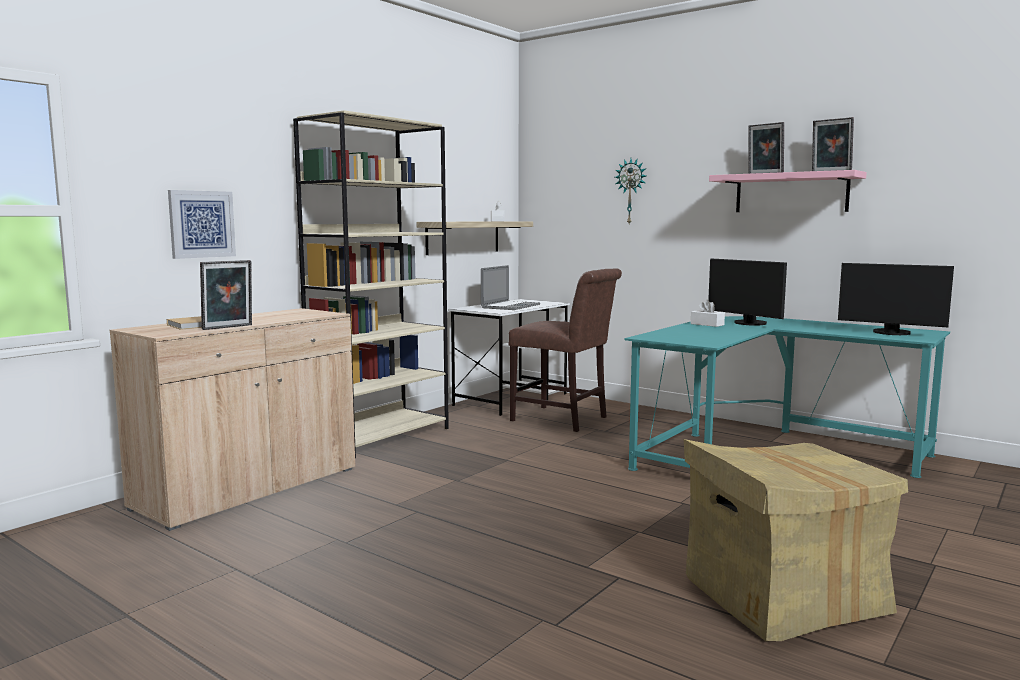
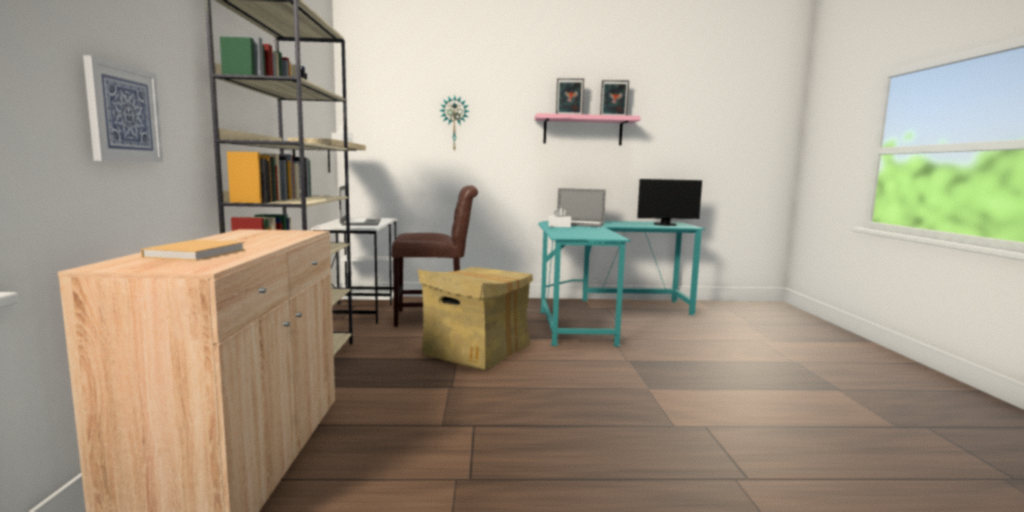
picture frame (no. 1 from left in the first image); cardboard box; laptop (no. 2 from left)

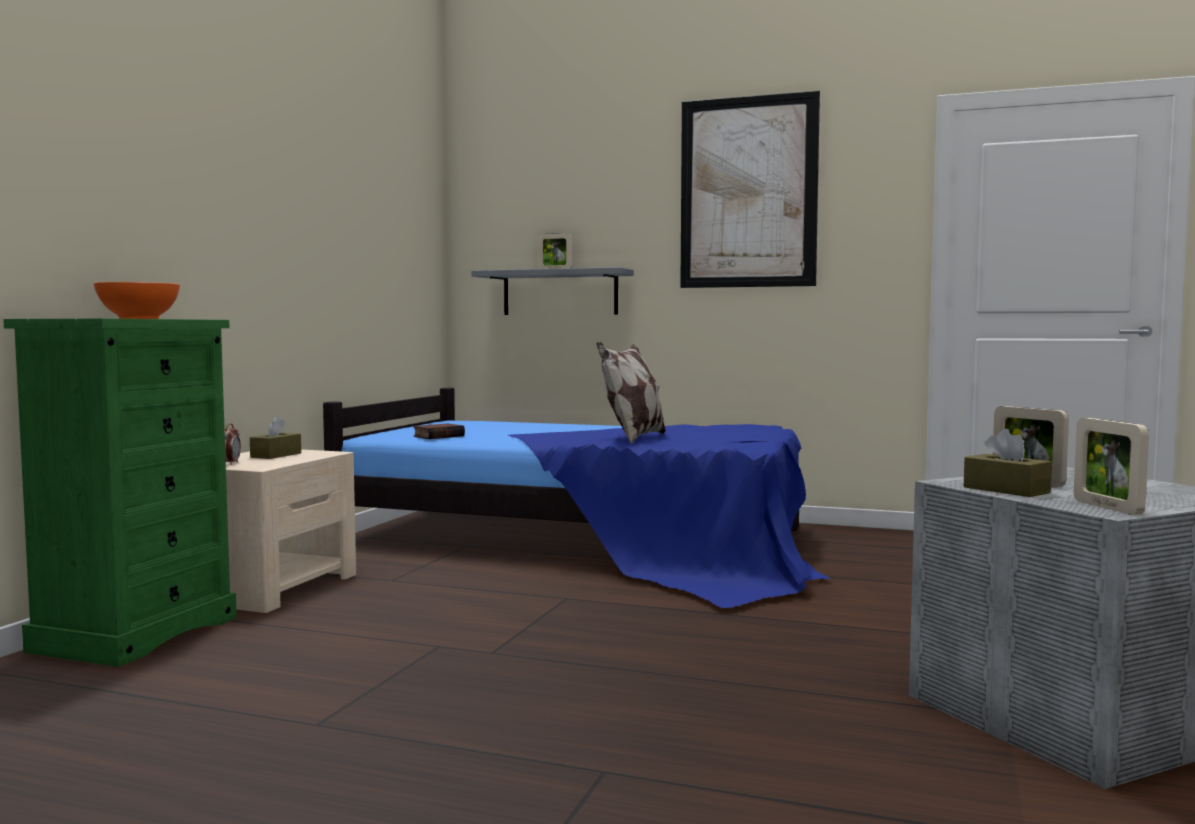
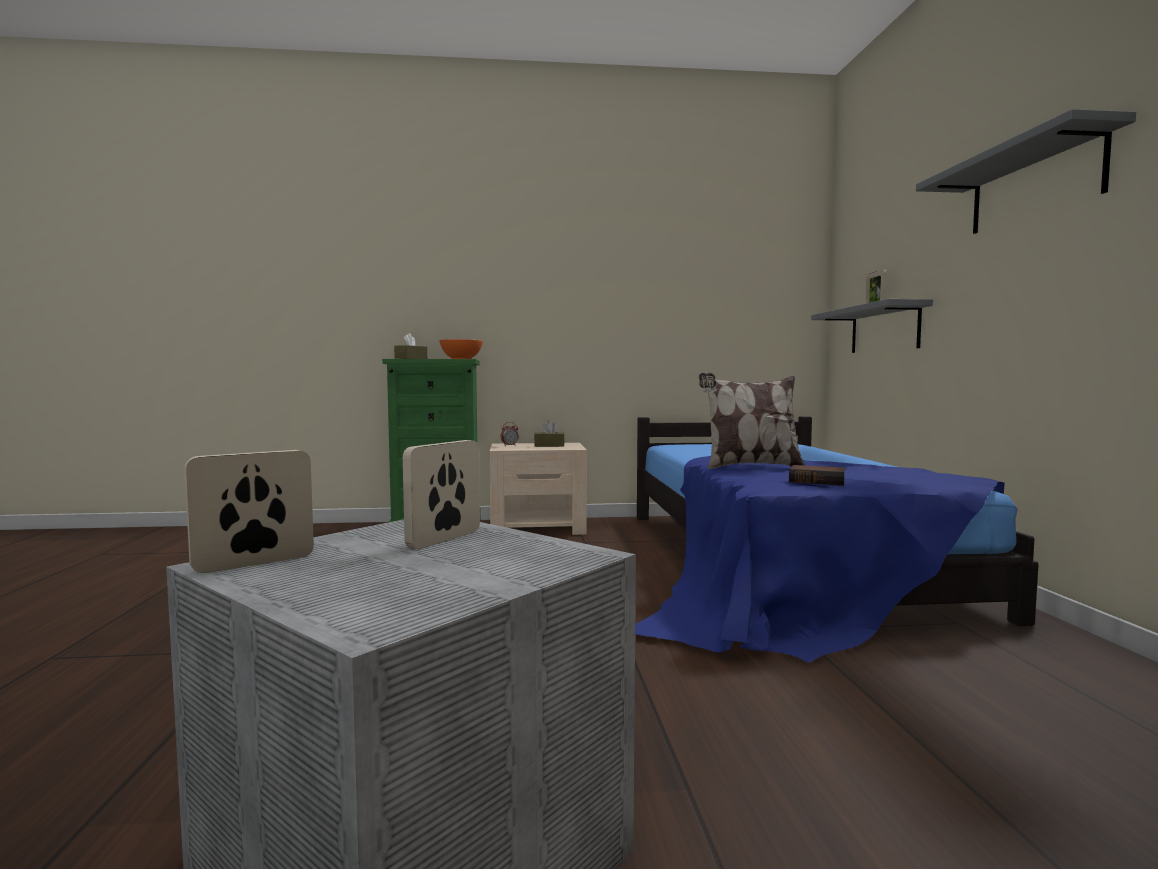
book; shelf (grey) (no. 2 from left); tissue box (brown) (no. 1 from left)

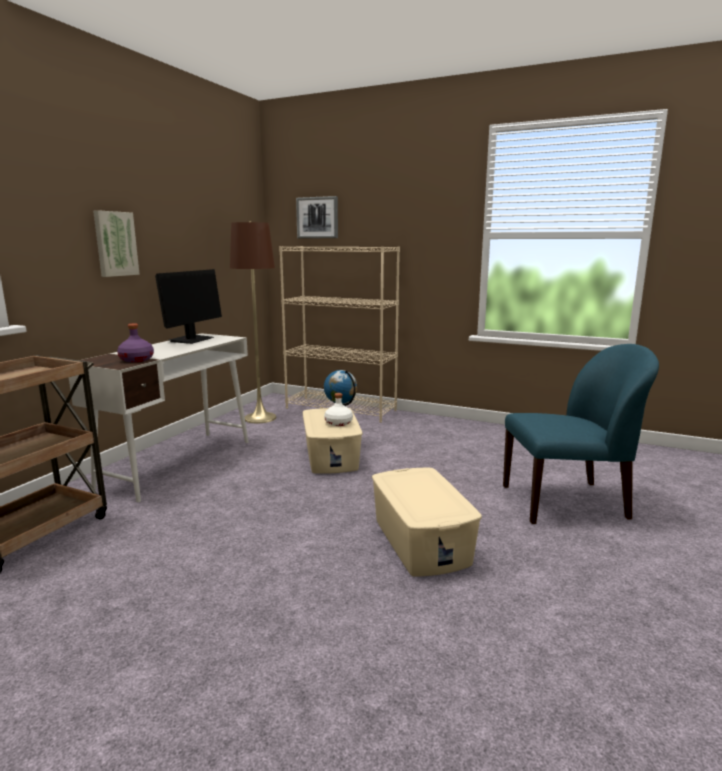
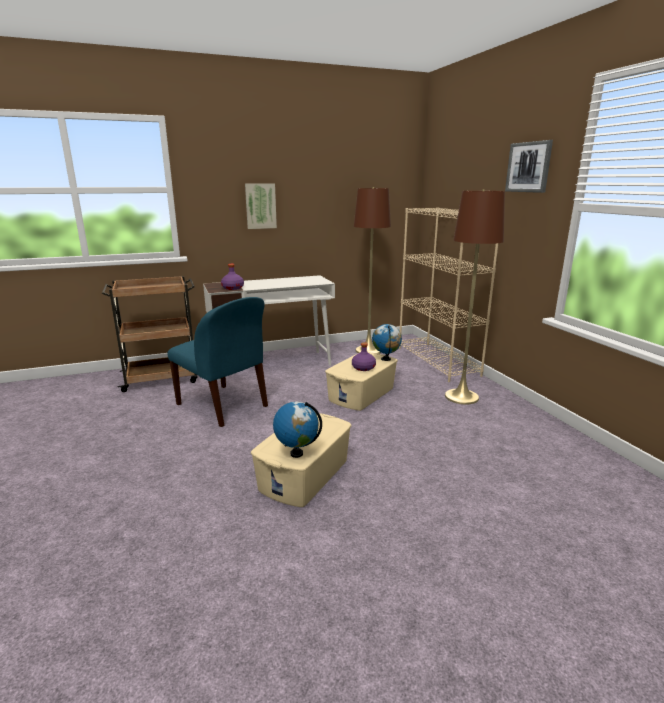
monitor; picture (no. 2 from left); bottle (purple) (no. 2 from left); chair (blue); globe (no. 1 from left); floor lamp (brown) (no. 2 from left)

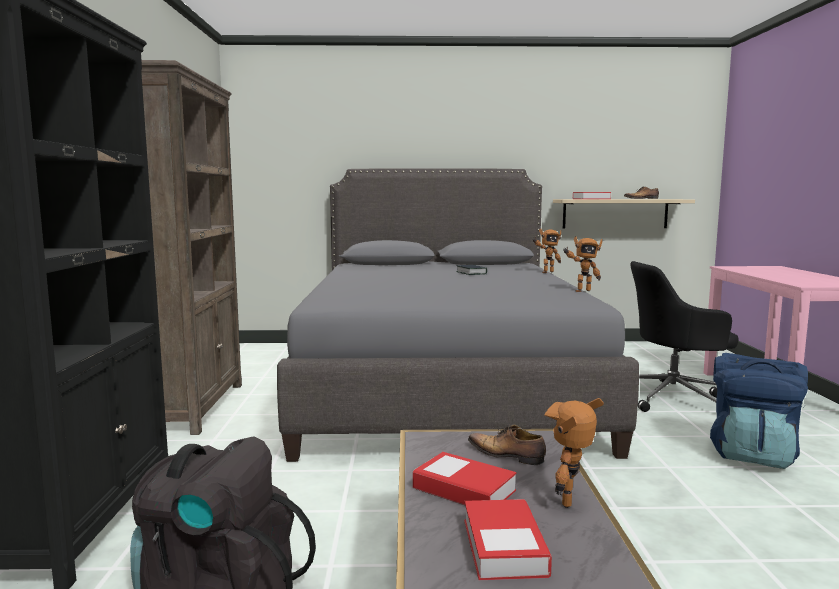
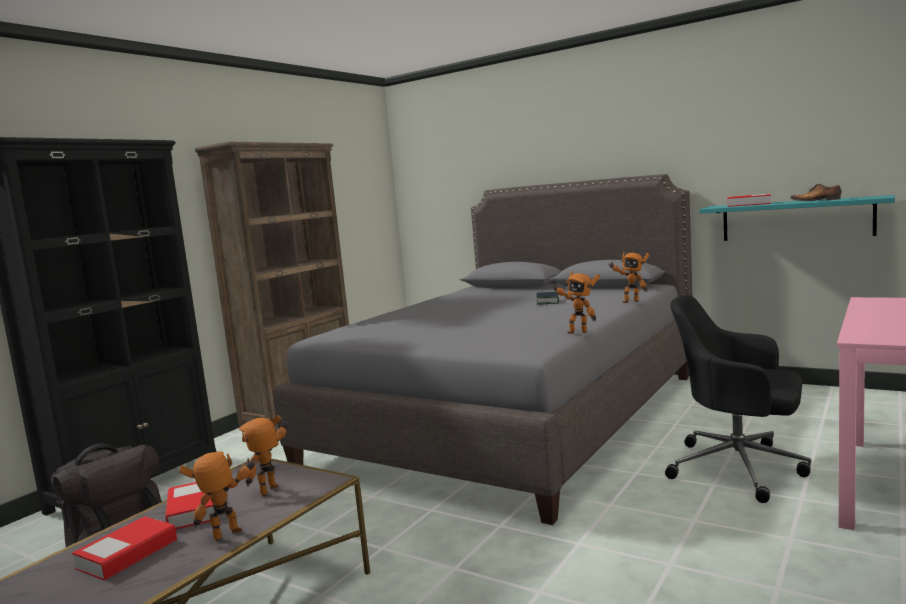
toy robot (no. 2 from left); shelf (turquoise); backpack (blue)

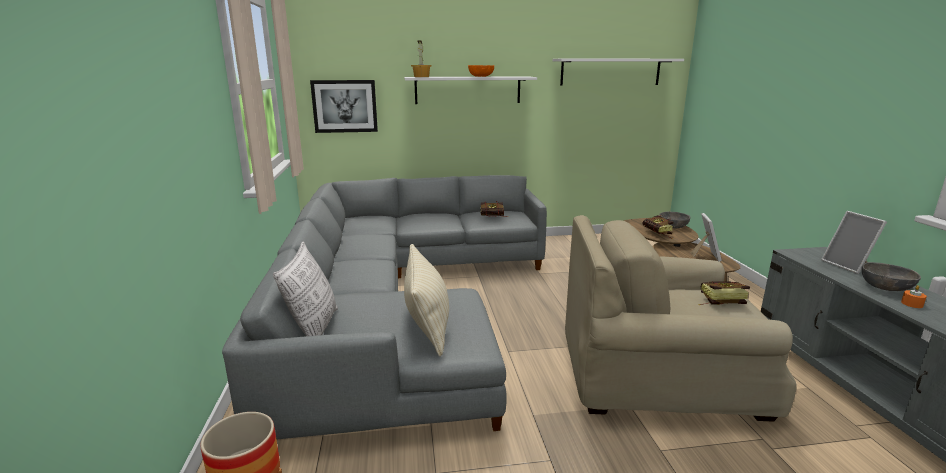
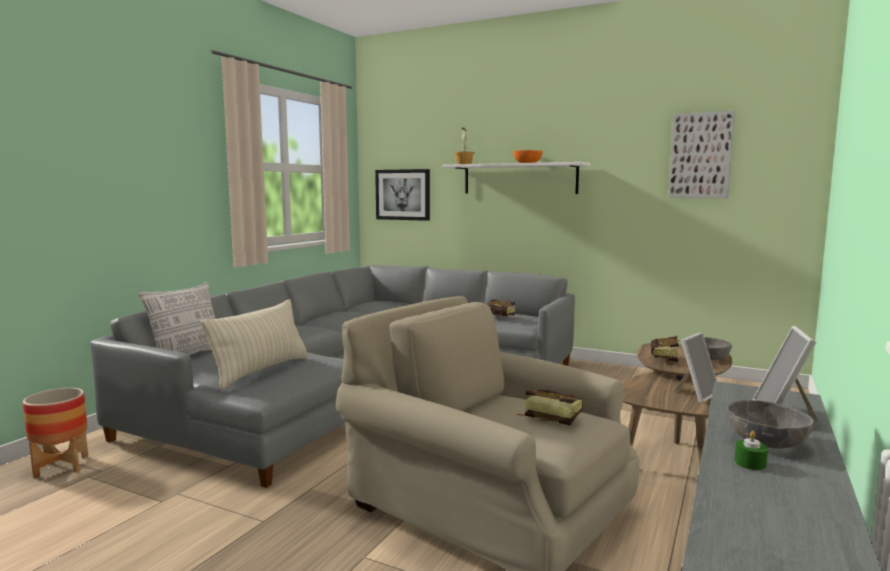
picture (no. 2 from left); candle (green)

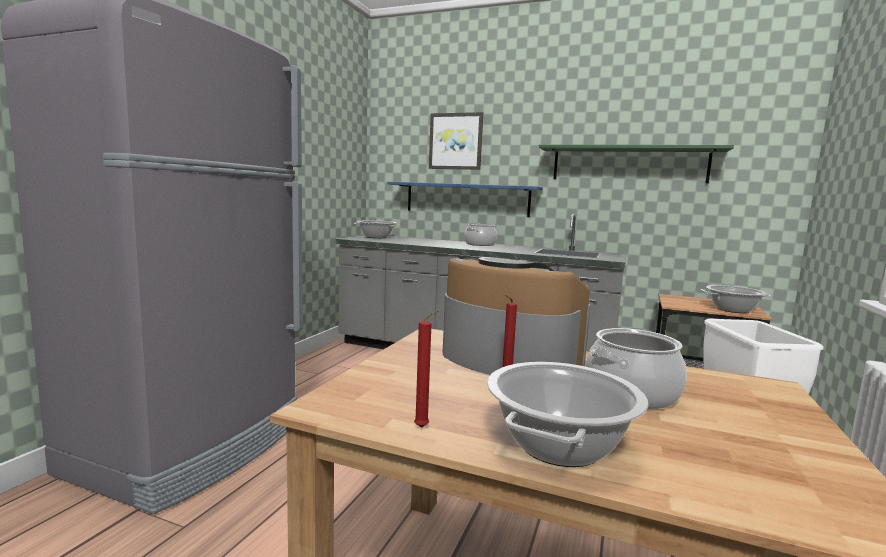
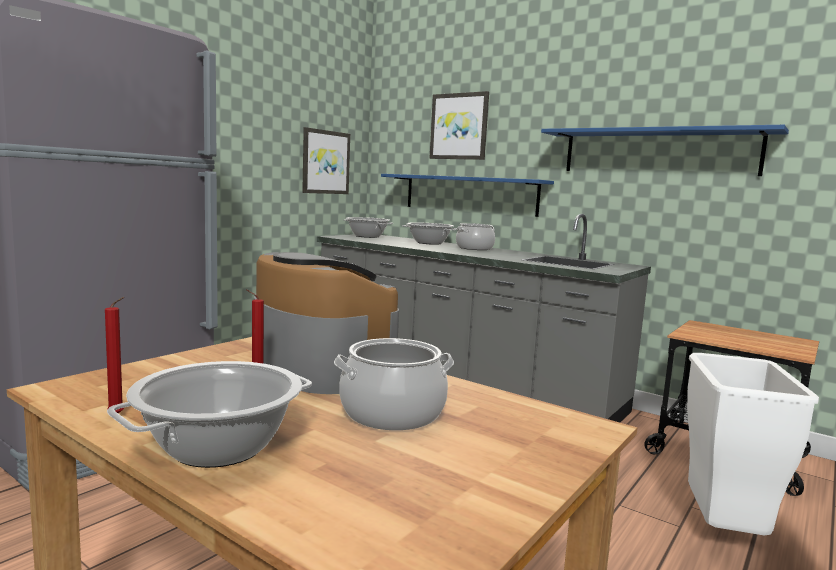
shelf (blue) (no. 2 from left); cooking pot (no. 4 from left); picture (no. 1 from left)

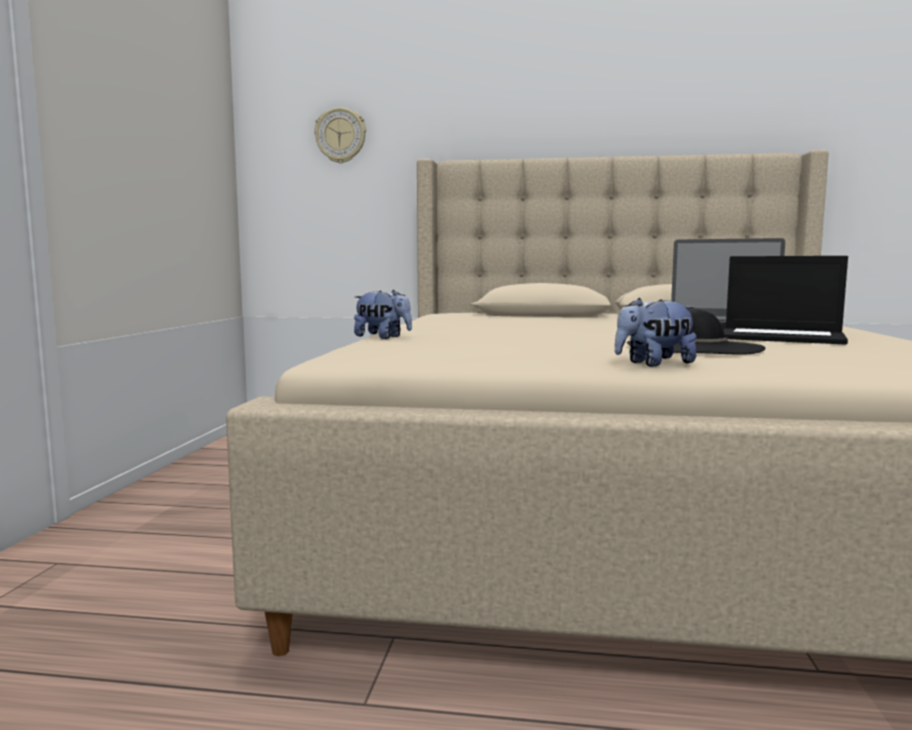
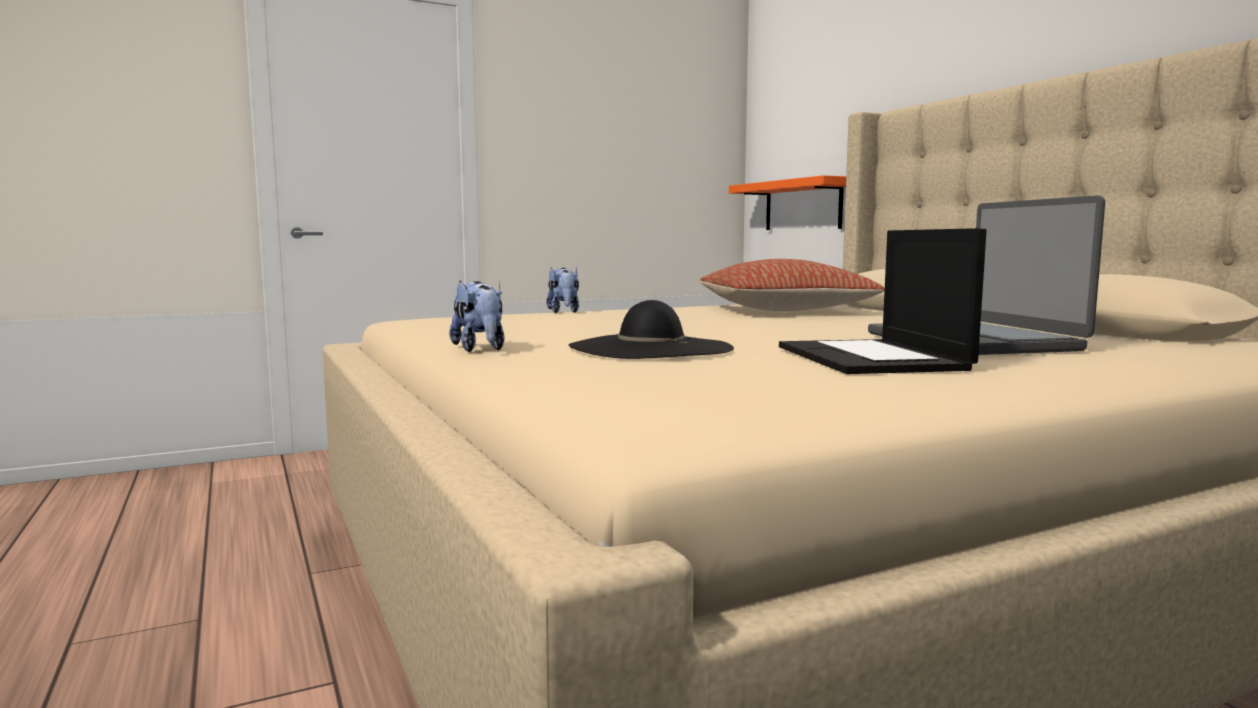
wall clock; plush toy (no. 1 from left); pillow; shelf (orange)

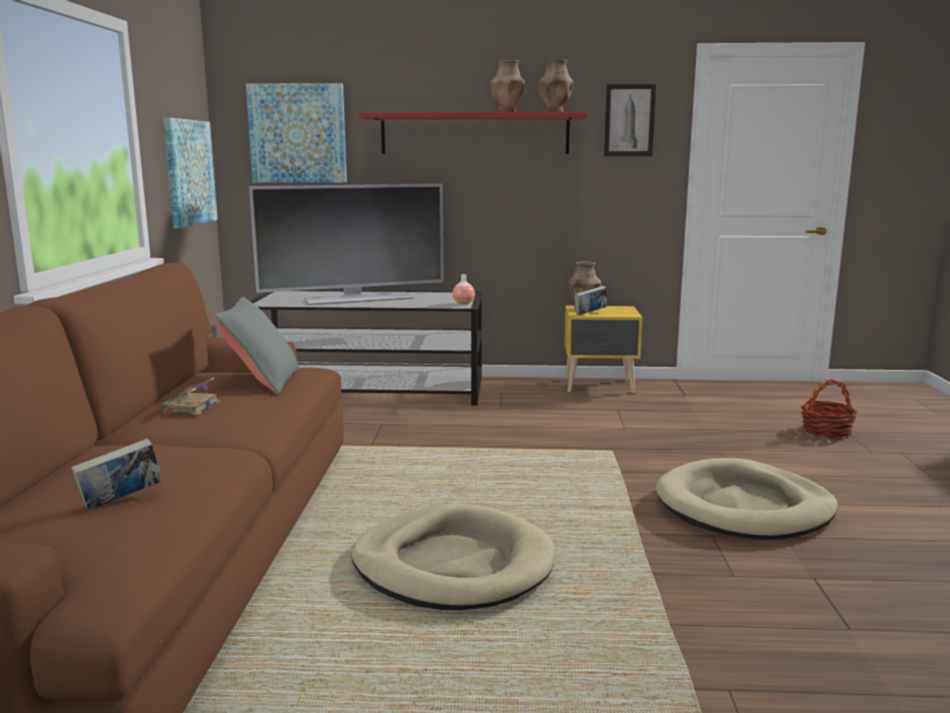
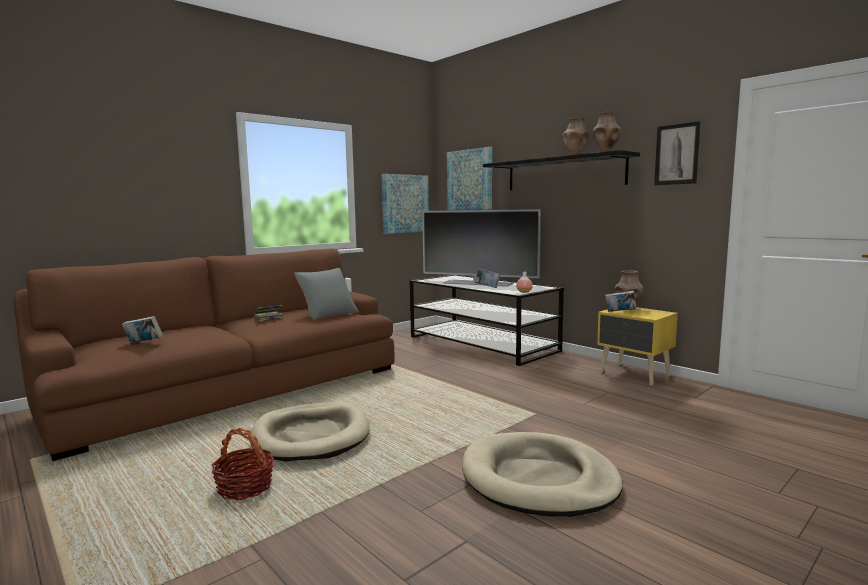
shelf (black); basket; book (no. 3 from left)

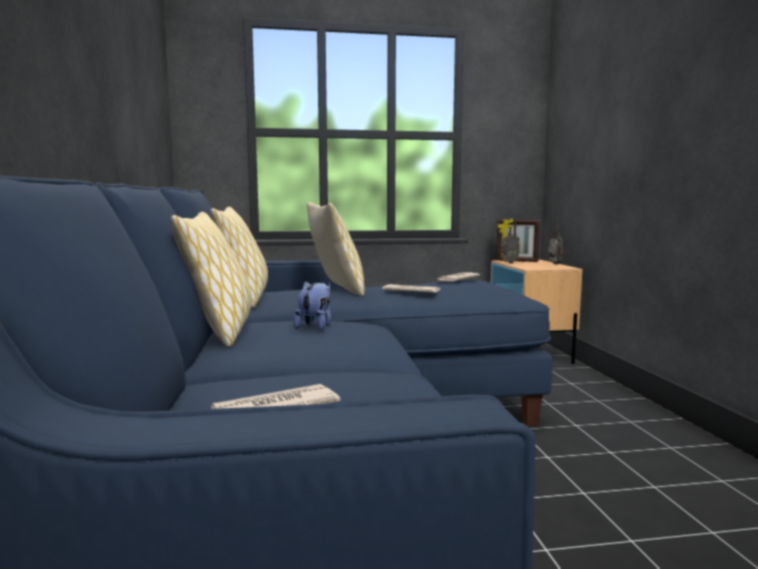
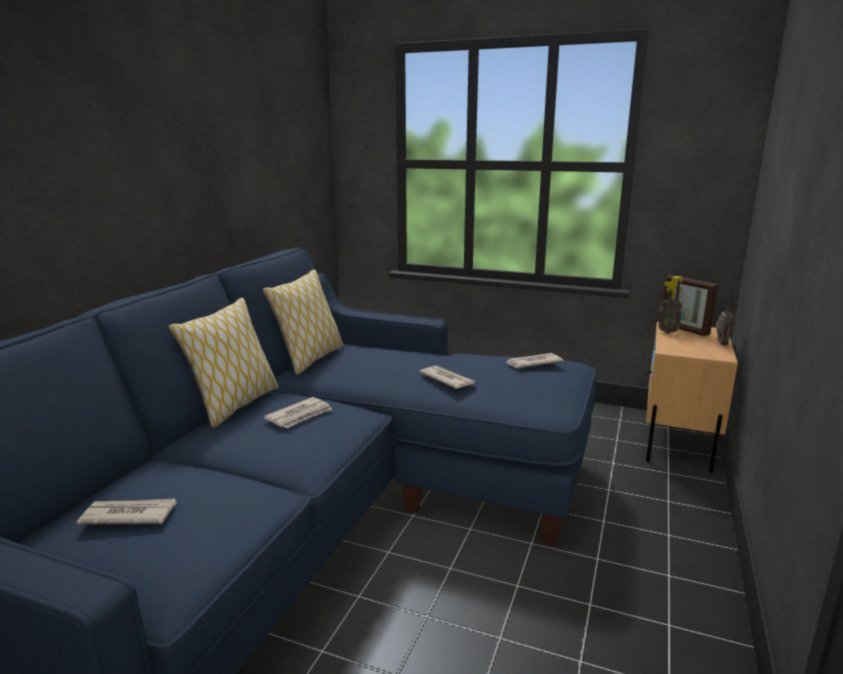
newspaper (no. 2 from left); pillow (no. 3 from left in the first image)

